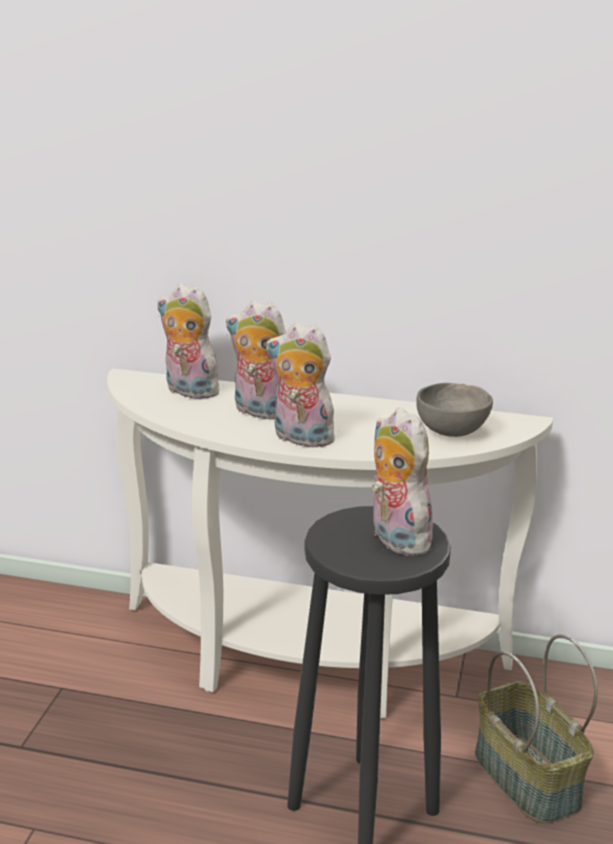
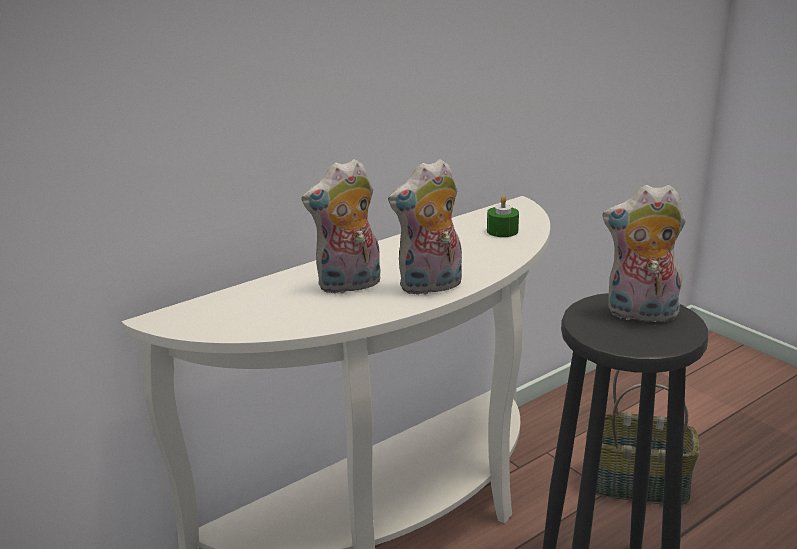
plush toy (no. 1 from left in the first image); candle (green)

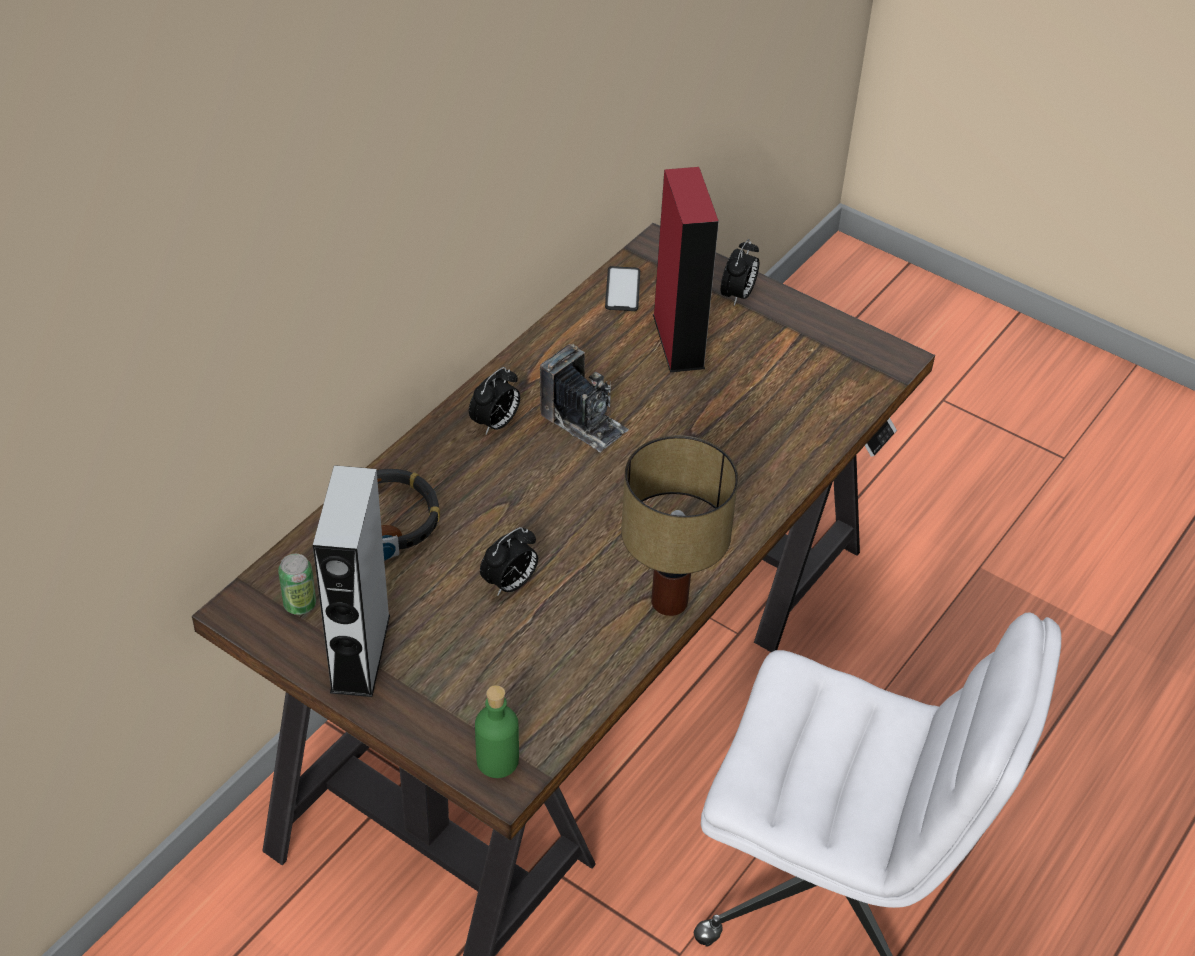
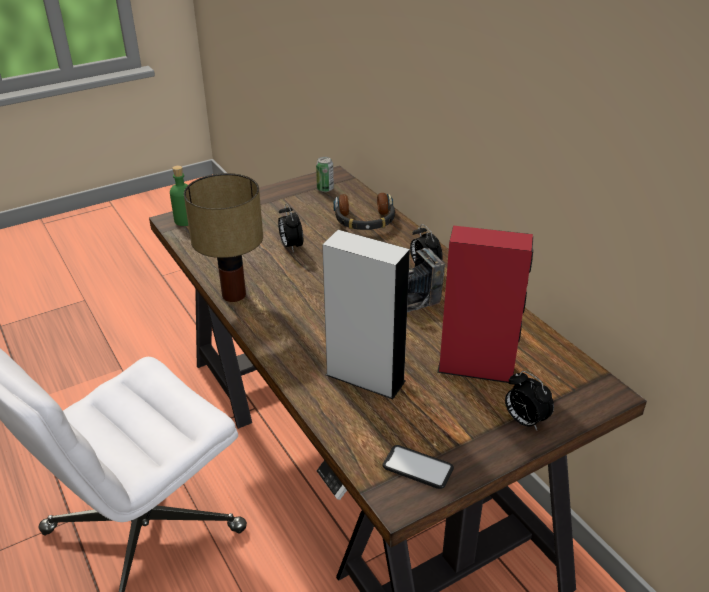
speaker (grey); phone

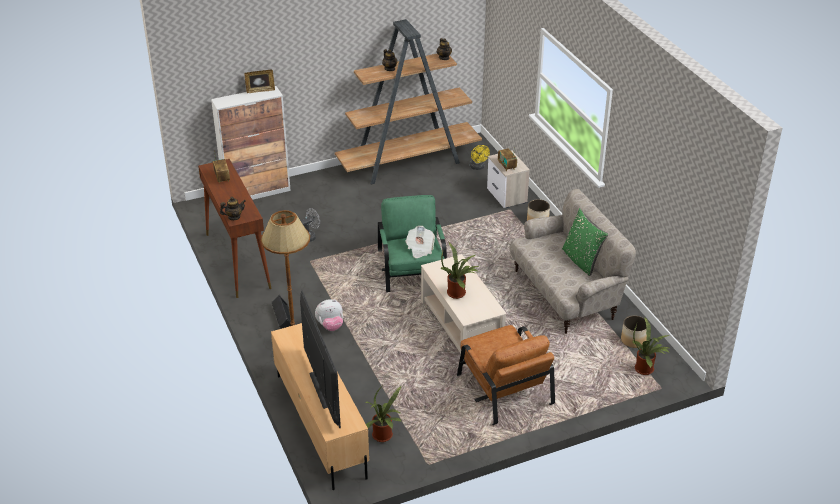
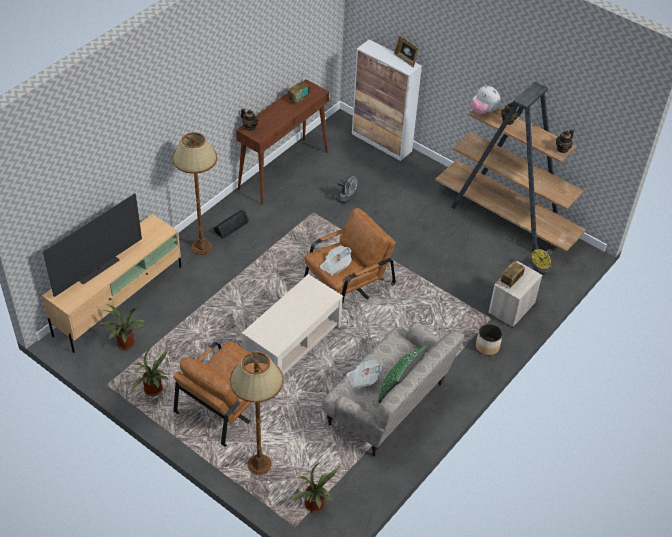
plush toy; armchair (brown) (no. 2 from left); potted plant (no. 2 from left); planter (no. 2 from left in the first image); floor lamp (brown) (no. 2 from left); newspaper (no. 2 from left)

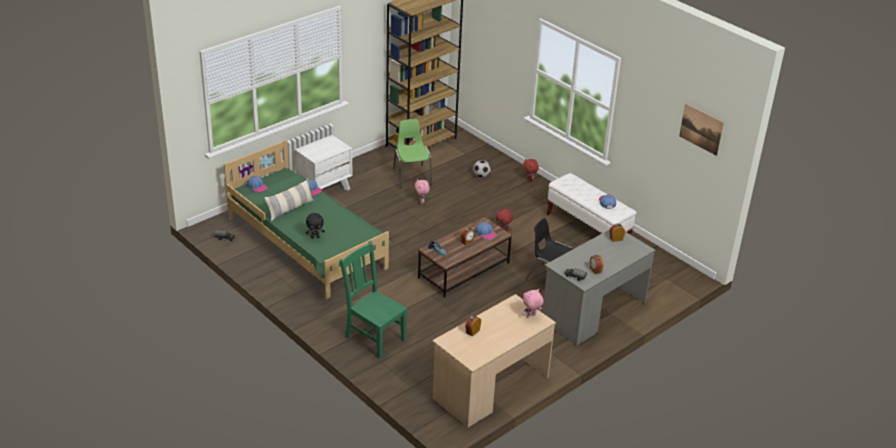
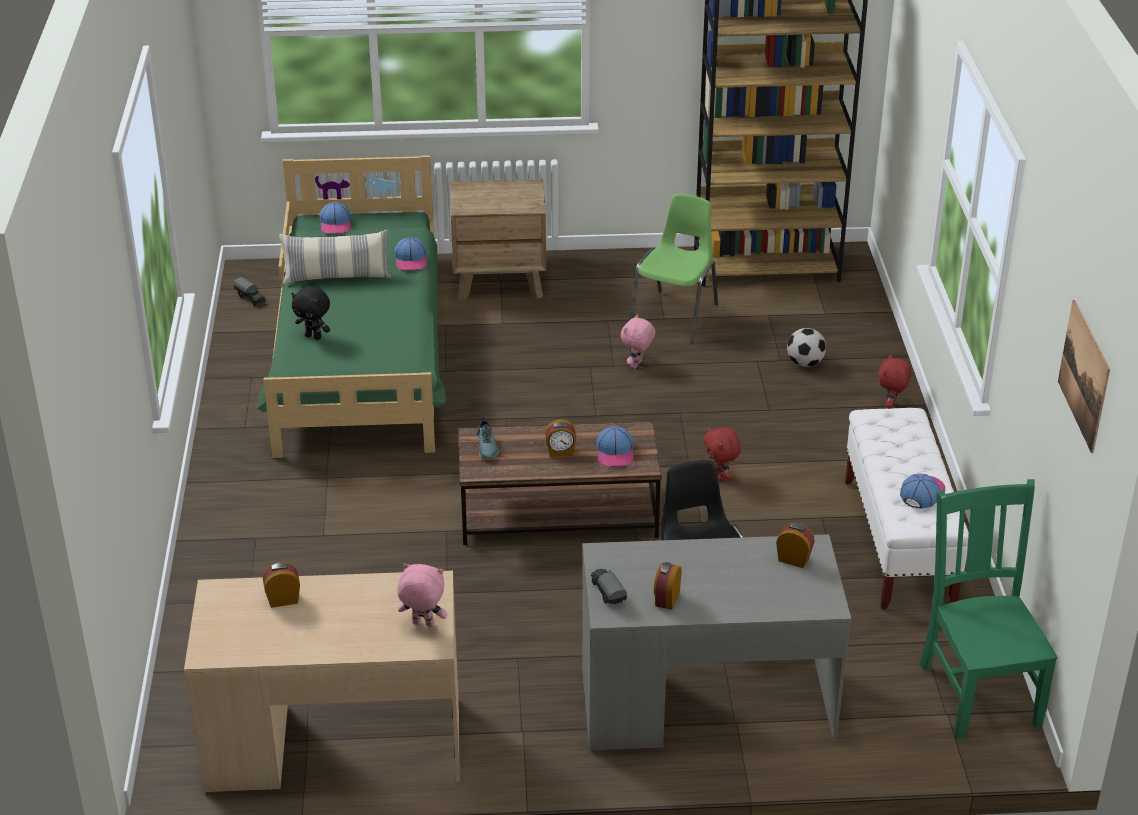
nightstand (brown); chair (green) (no. 2 from left)

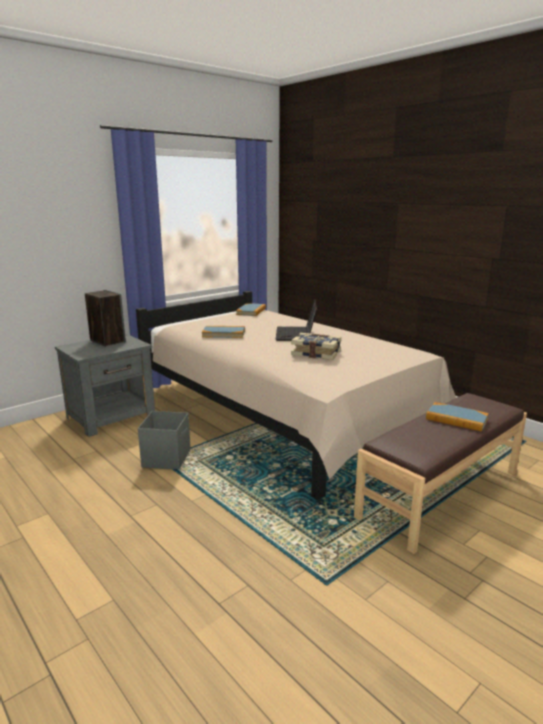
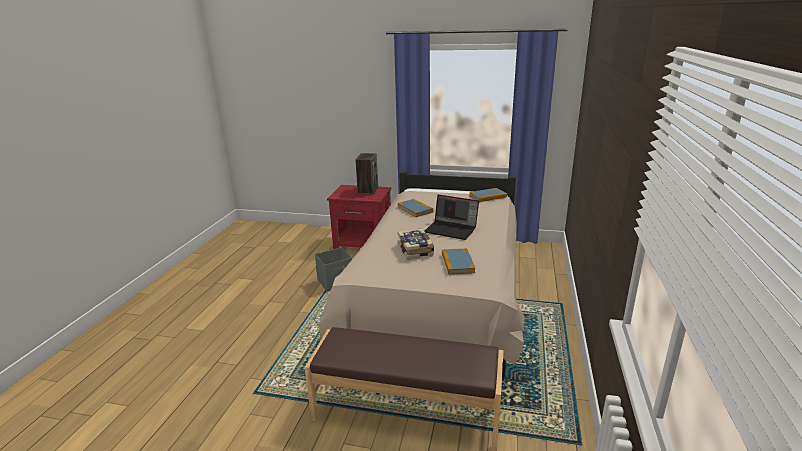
nightstand (red); laptop; book (no. 3 from left)

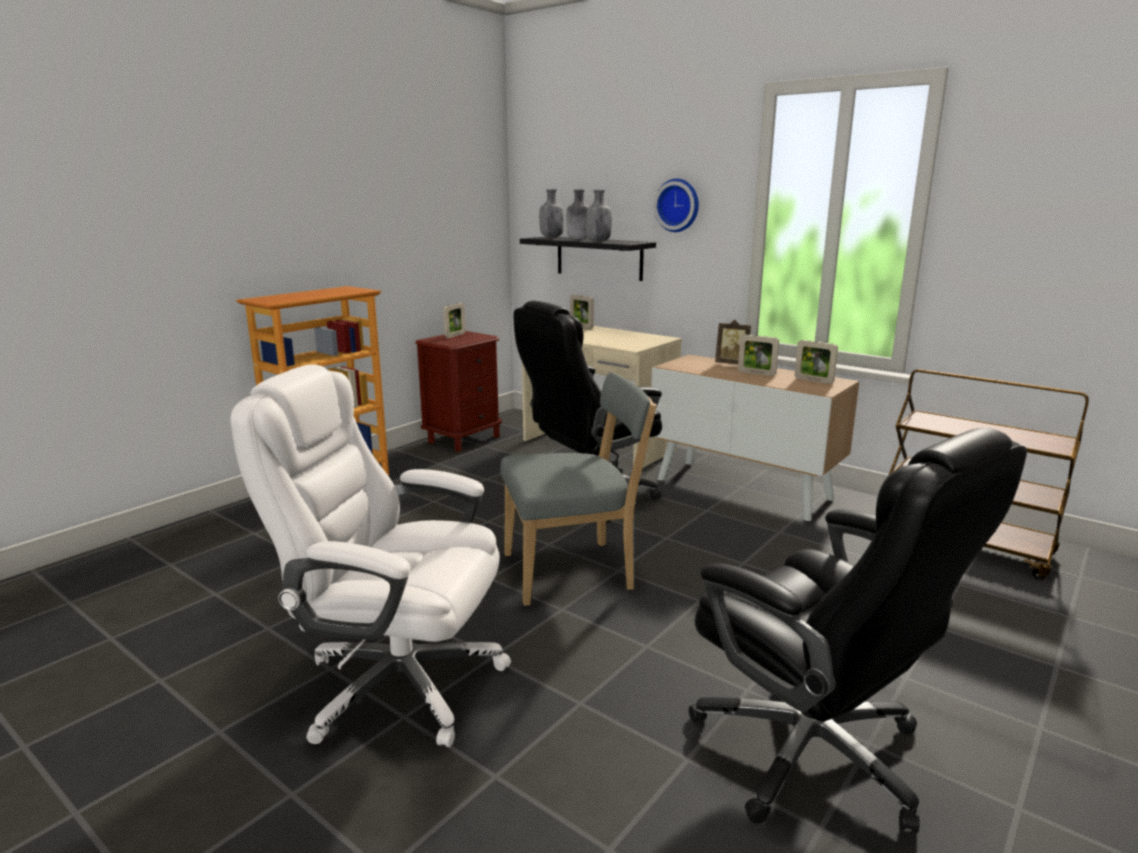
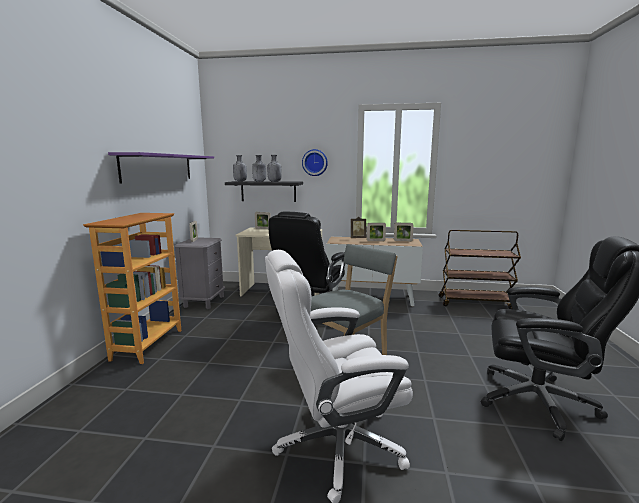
nightstand (grey); shelf (purple)

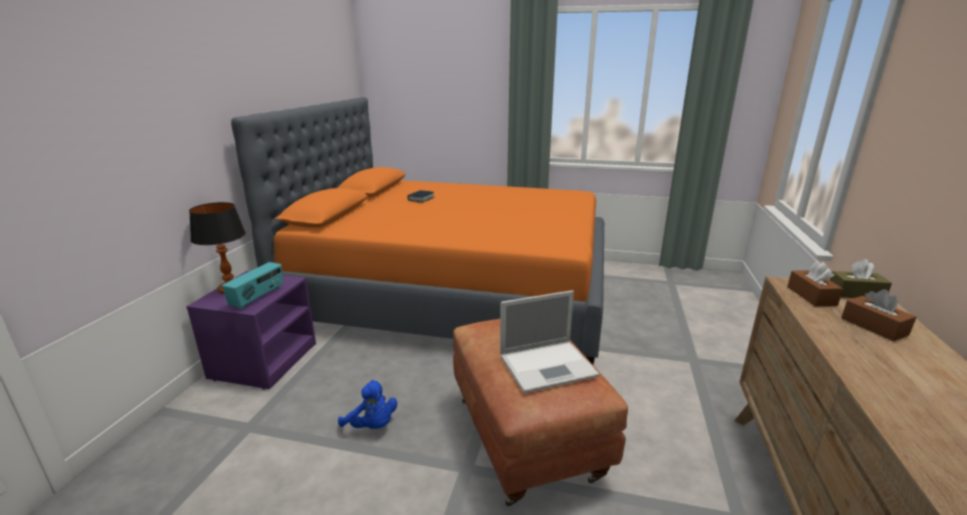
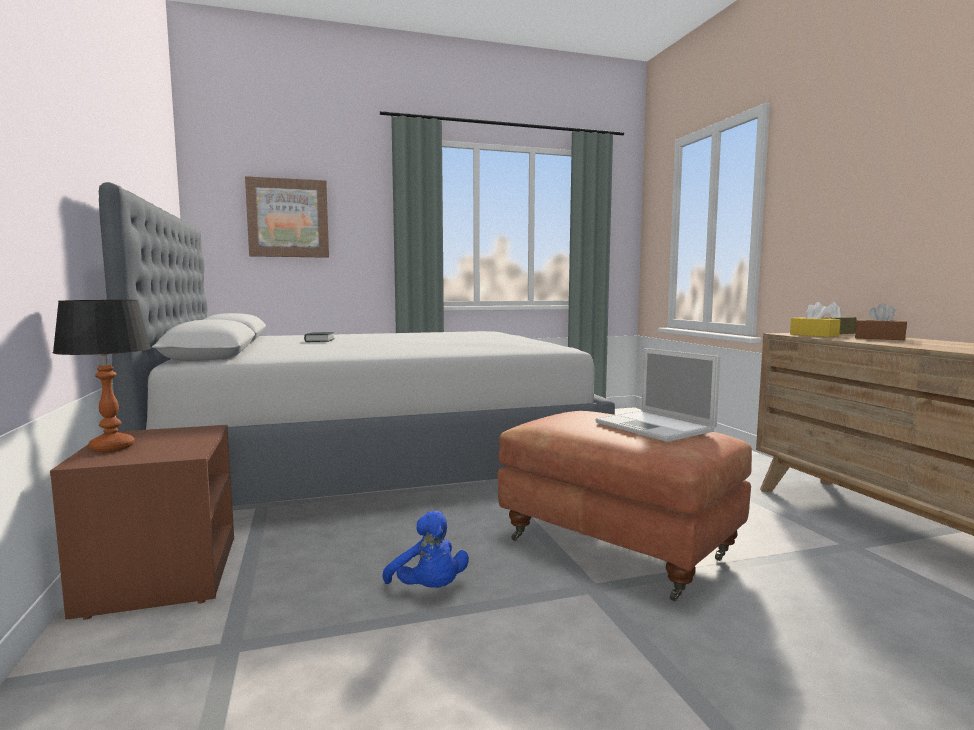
nightstand (brown); radio; bed (grey); plush toy (blue); laptop; tissue box (yellow); picture

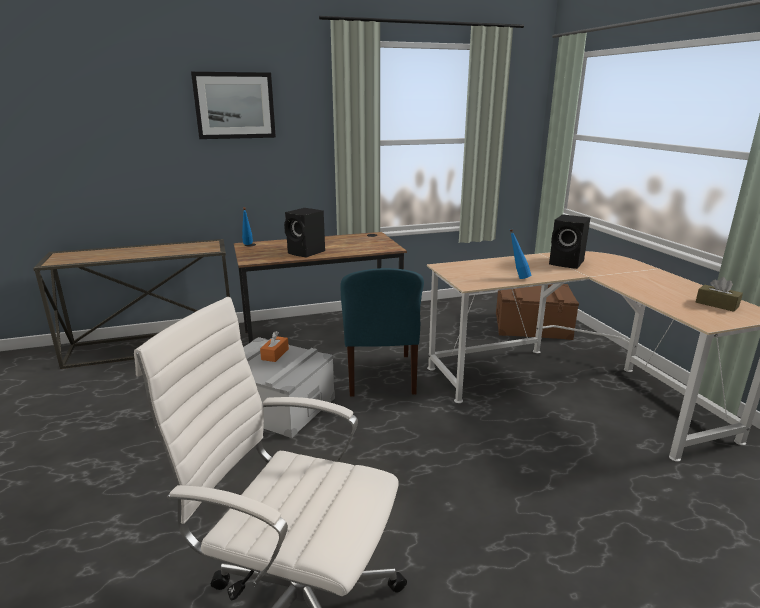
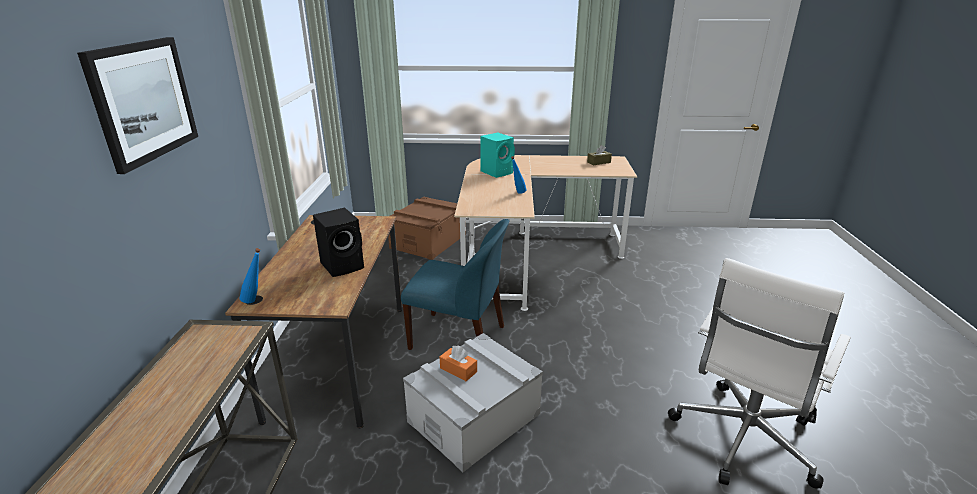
speaker (turquoise)

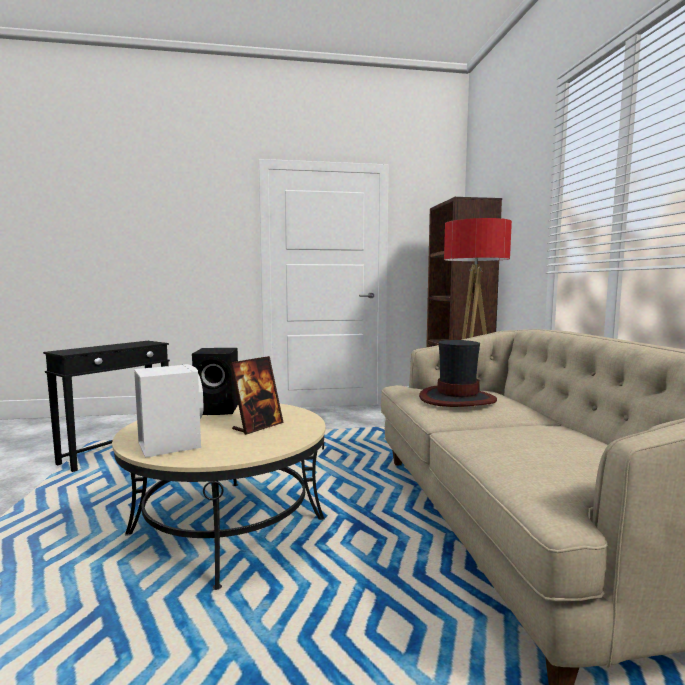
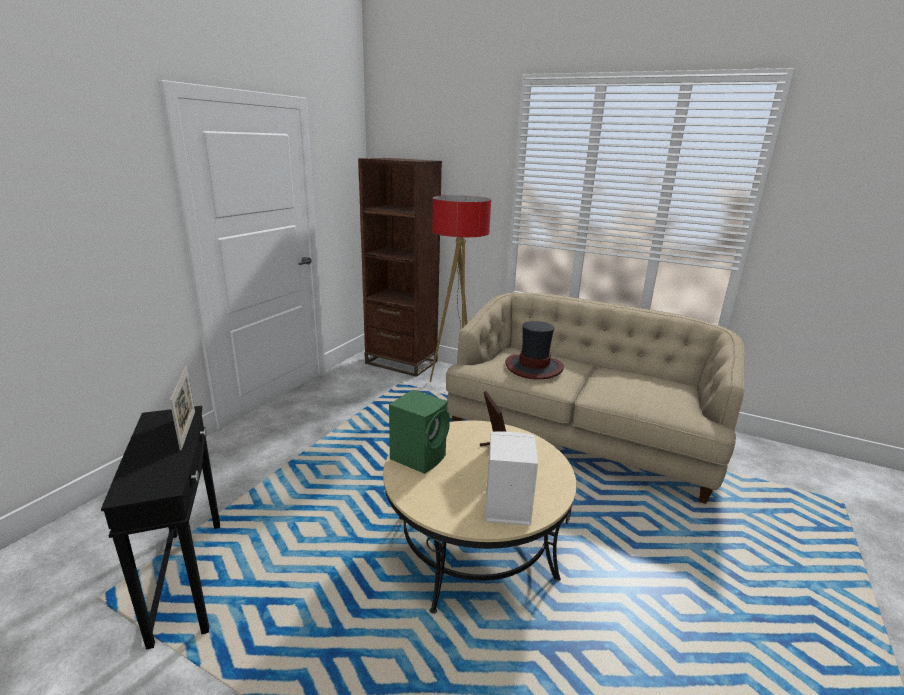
speaker (green); picture frame (no. 1 from left)

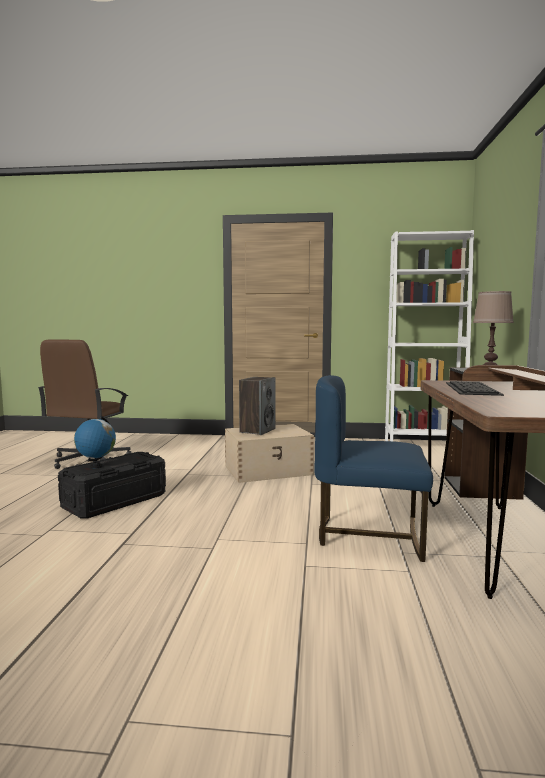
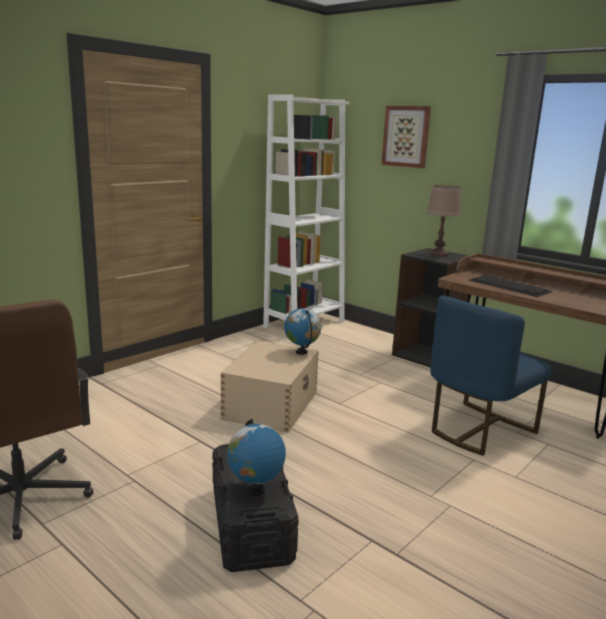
speaker; globe (no. 2 from left); picture

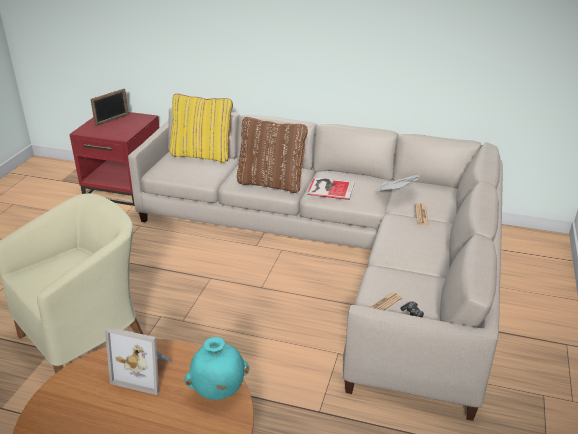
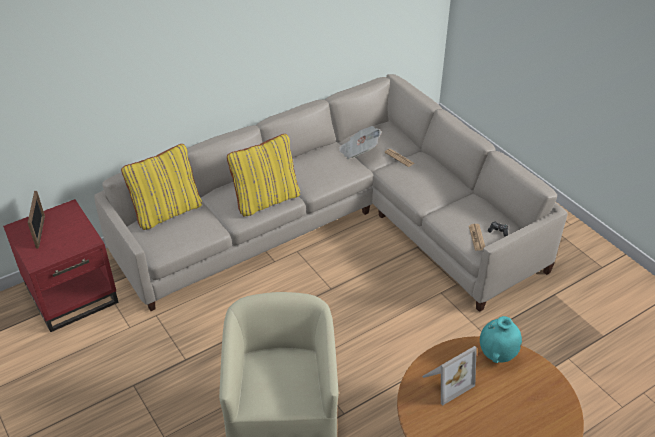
pillow (yellow) (no. 2 from left); book

